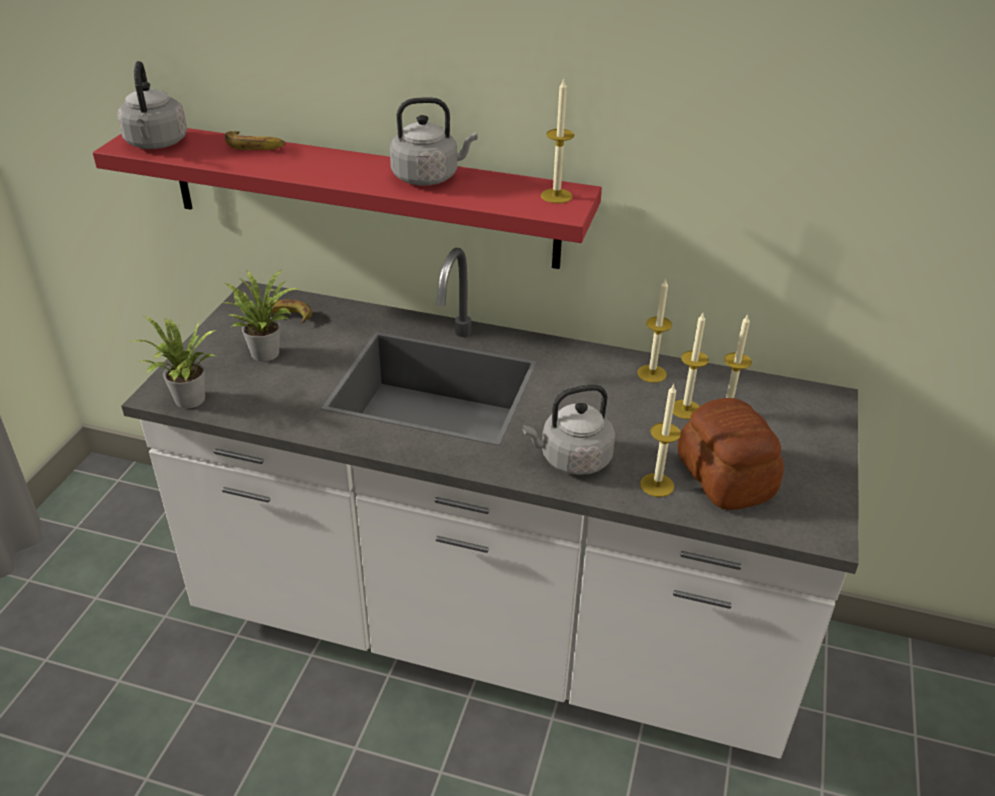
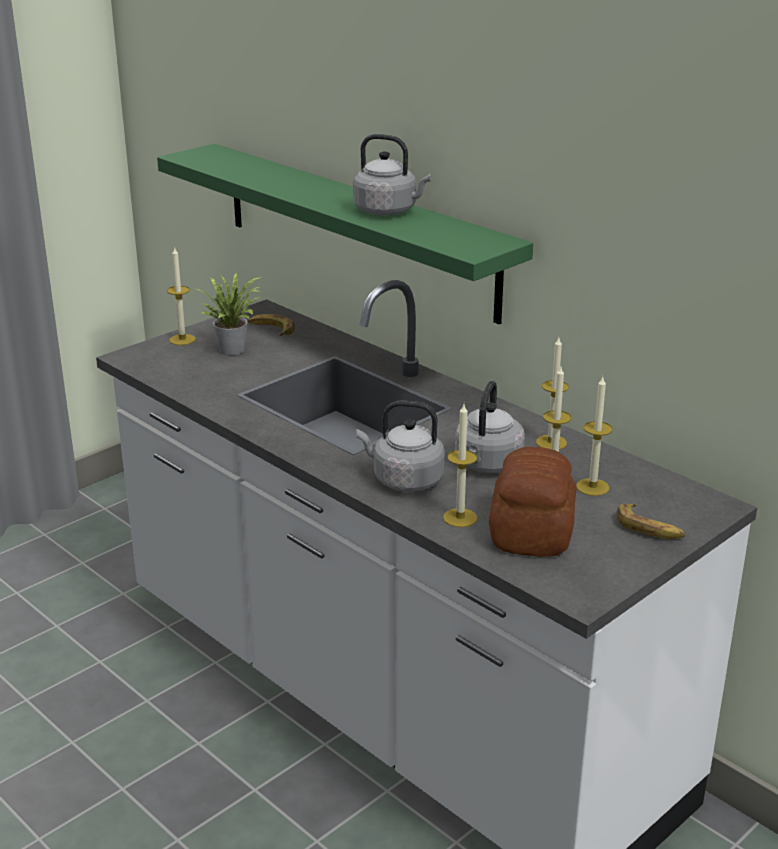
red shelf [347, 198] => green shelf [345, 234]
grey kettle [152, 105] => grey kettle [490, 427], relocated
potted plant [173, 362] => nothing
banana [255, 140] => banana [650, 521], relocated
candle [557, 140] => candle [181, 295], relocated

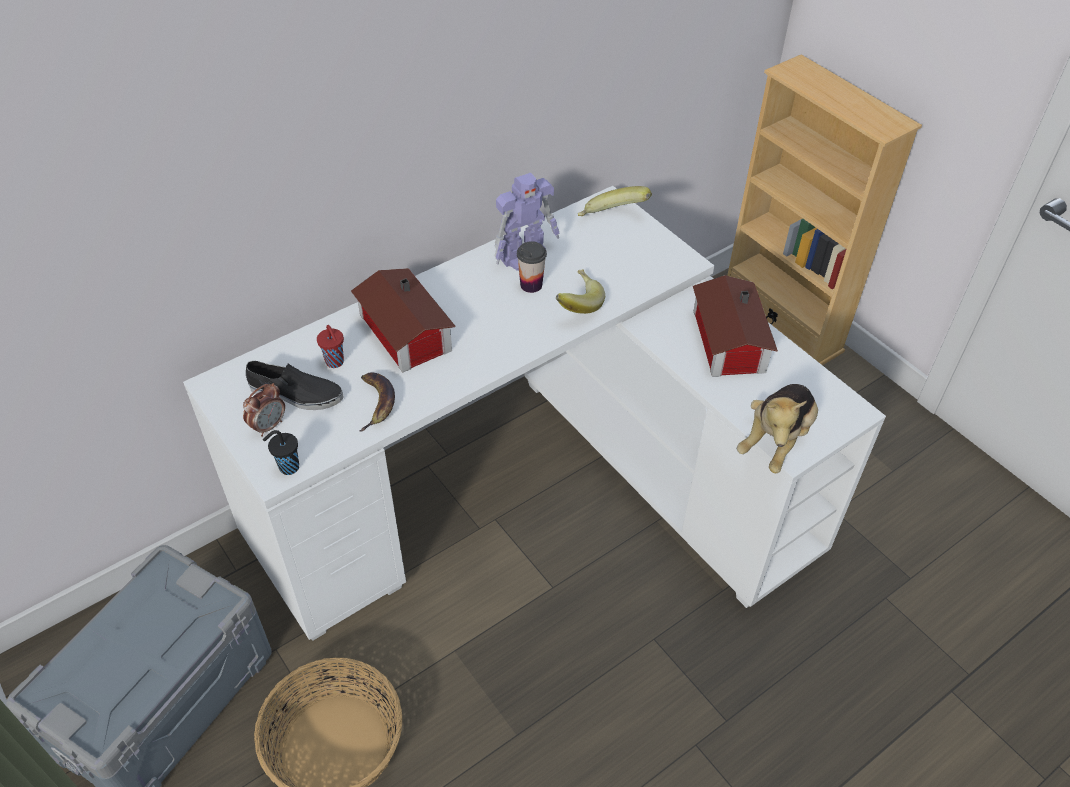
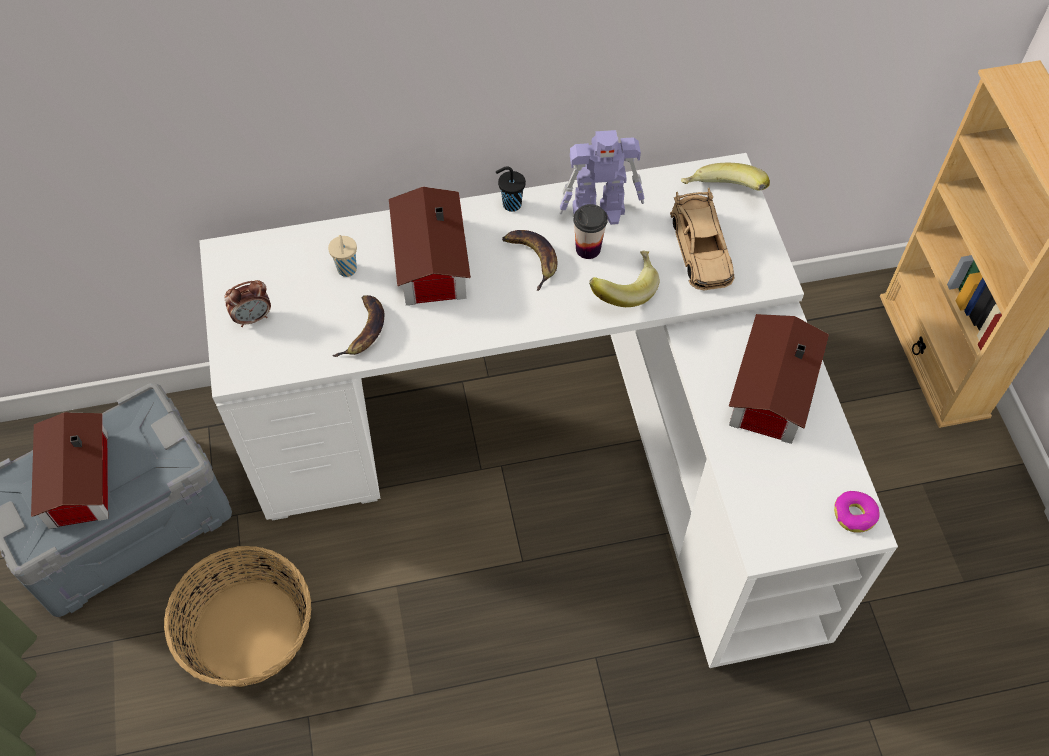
black shoe [295, 385] => nothing
black cup [281, 452] => black cup [511, 189], relocated
red cup [330, 346] => beige cup [342, 256]
plush toy [777, 428] => nothing
nothing => toy house [69, 470]
nothing => banana [529, 260]
nothing => beige toy car [702, 239]
nothing => donut [857, 512]

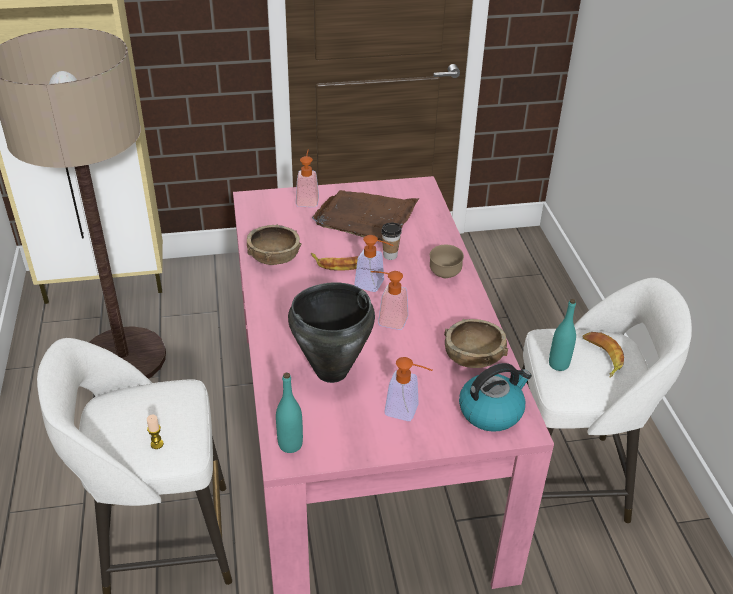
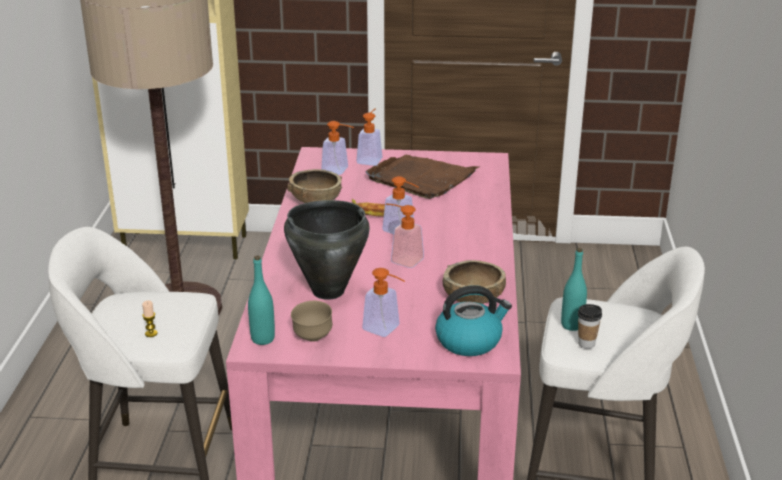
cup [391, 241] => cup [590, 326], relocated
brown bowl [447, 261] => brown bowl [311, 321], relocated
banana [603, 355] => nothing
nothing => soap dispenser [337, 148]

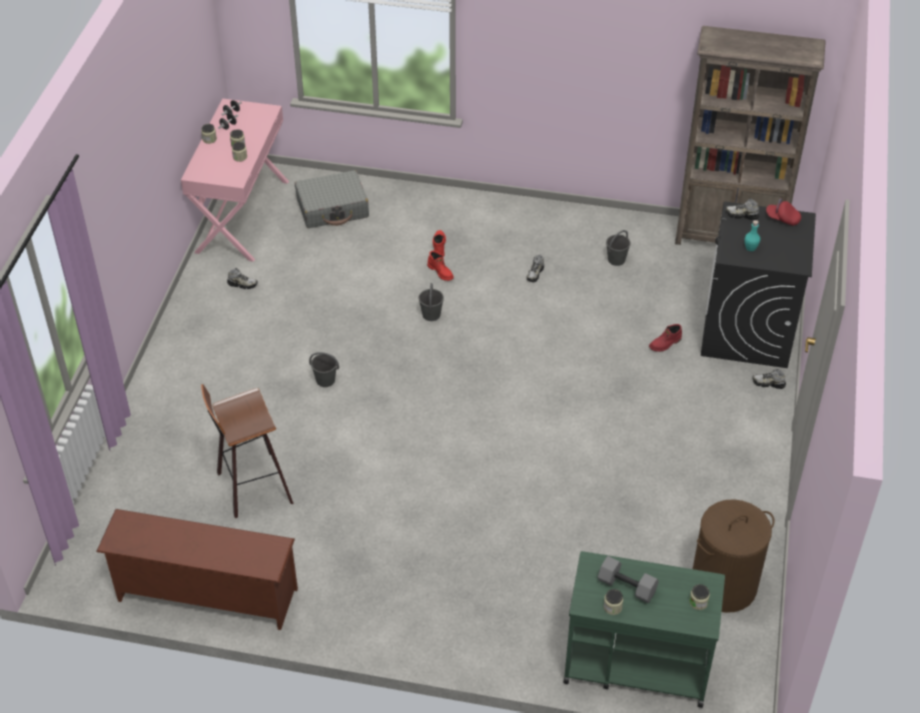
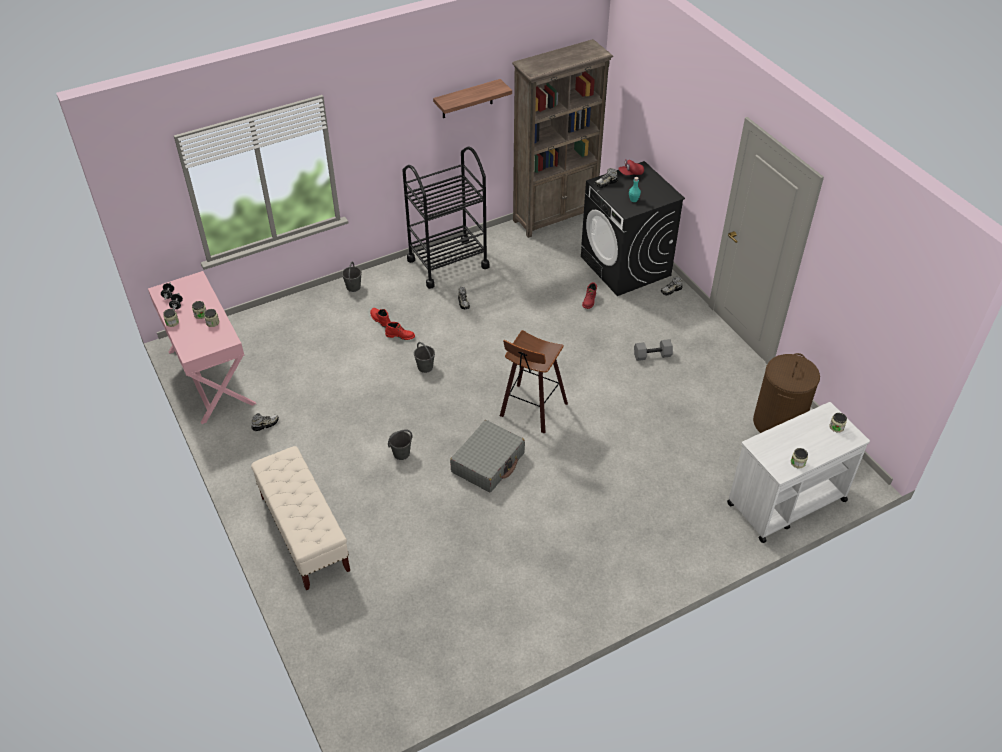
brown shoe rack [197, 569] => nothing
stool [247, 451] => stool [534, 382], relocated
grey suitcase [332, 199] => grey suitcase [487, 456], relocated
green cart [644, 629] => white cart [798, 472]
grey dumbbell [628, 579] => grey dumbbell [653, 350], relocated
grey bucket [618, 248] => grey bucket [352, 277], relocated
nothing => beige bench [300, 518]
nothing => black cart [446, 218]
nothing => shelf [472, 98]

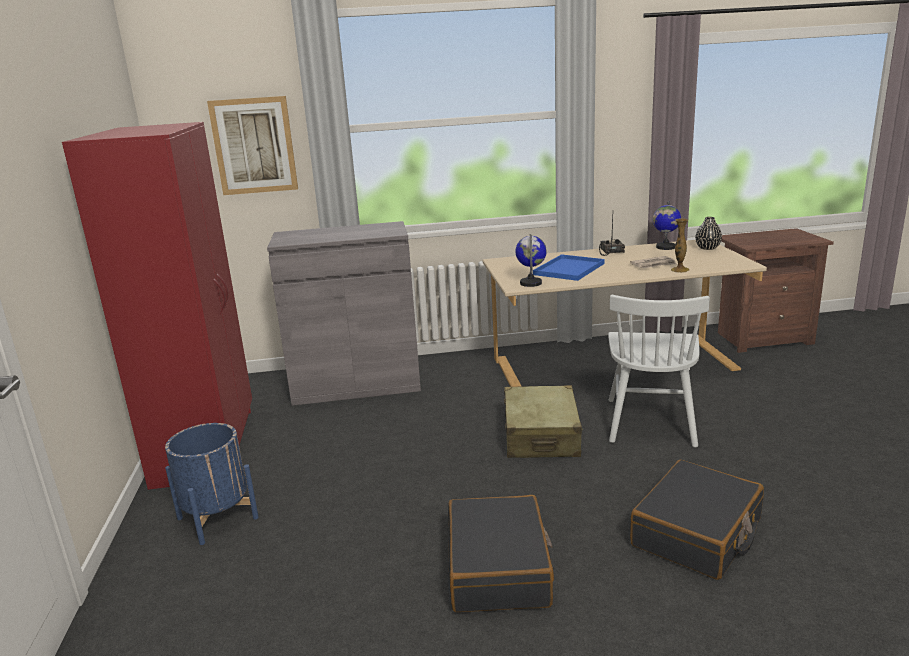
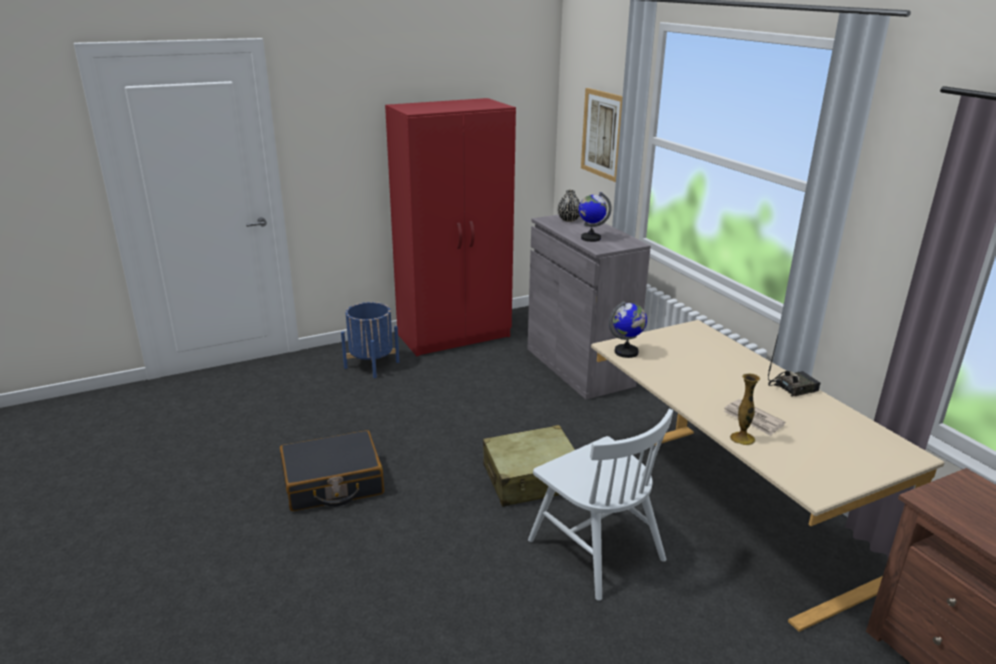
blue tray [569, 267] => nothing
white chair [659, 371] => white chair [600, 505], 120 degrees counterclockwise
black suitcase [697, 520] => nothing
globe [667, 225] => globe [595, 217], relocated
black vase [708, 233] => black vase [569, 206], relocated

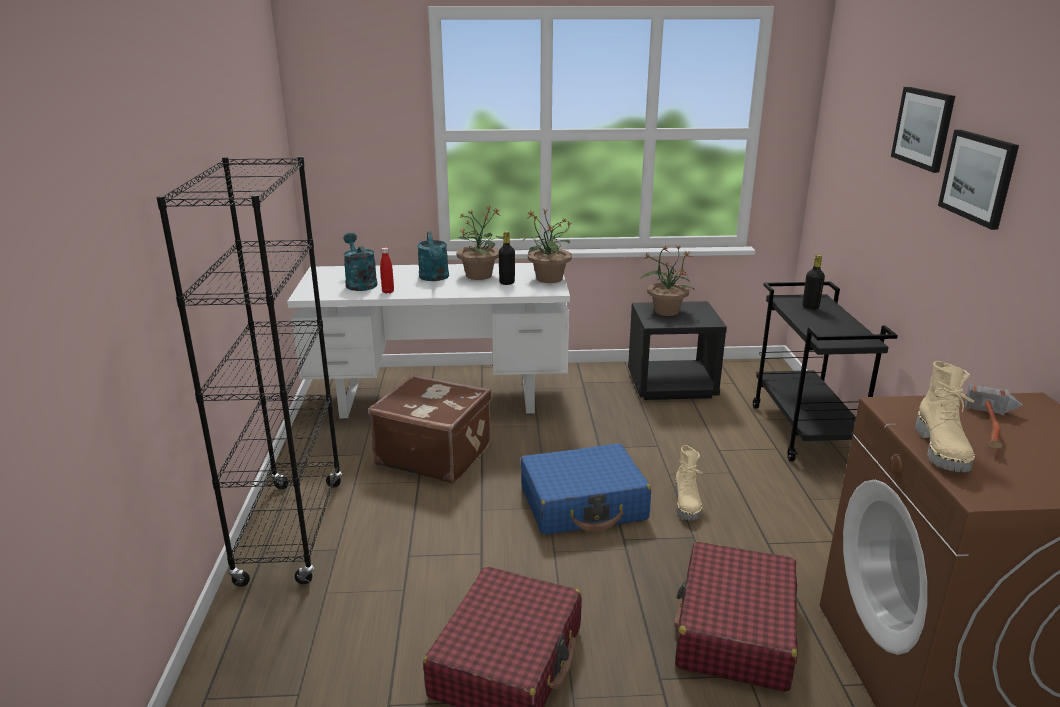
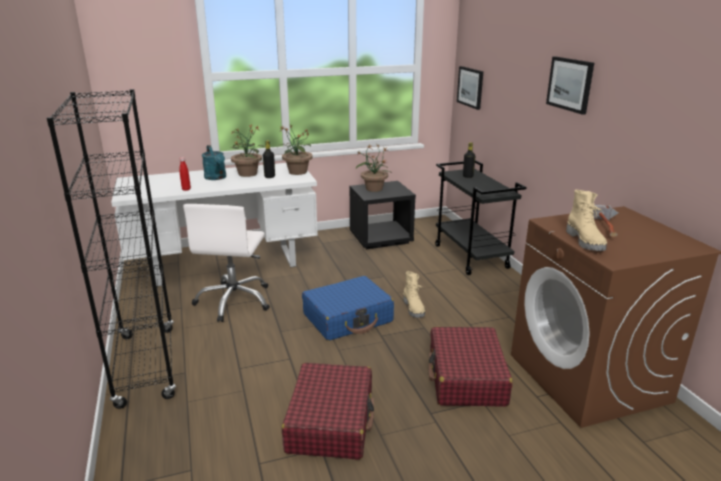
turquoise watering can [360, 262] => nothing
brown suitcase [430, 428] => white office chair [226, 263]
picture [923, 130] => picture [470, 88], relocated

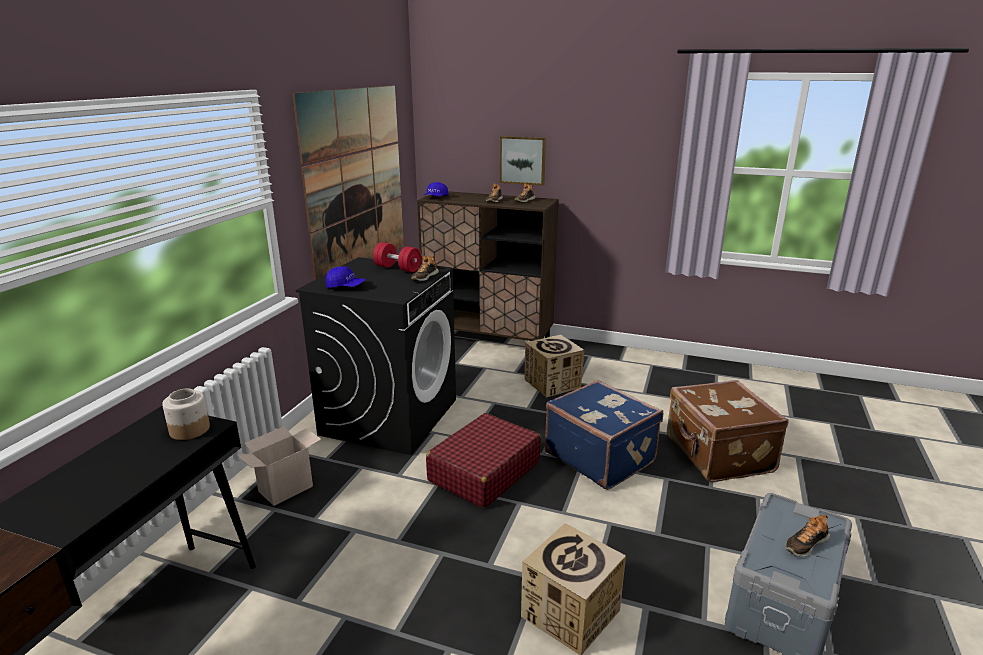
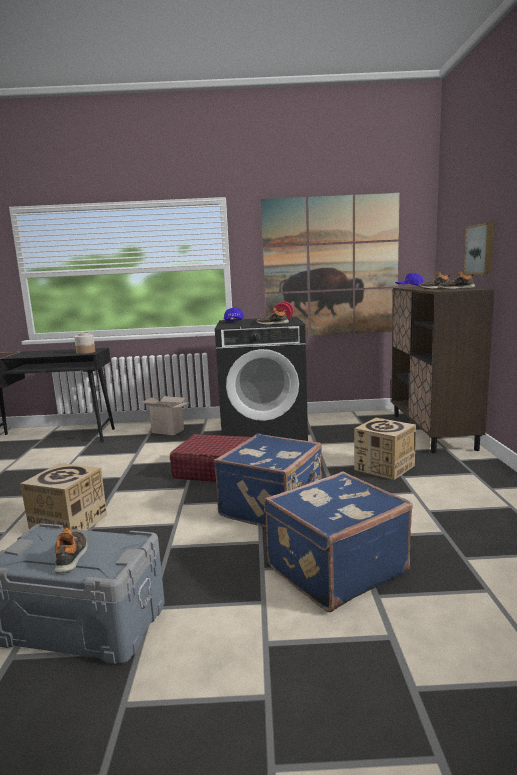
brown suitcase [727, 431] => blue suitcase [338, 541]
shoe [807, 536] => shoe [71, 550], 45 degrees clockwise

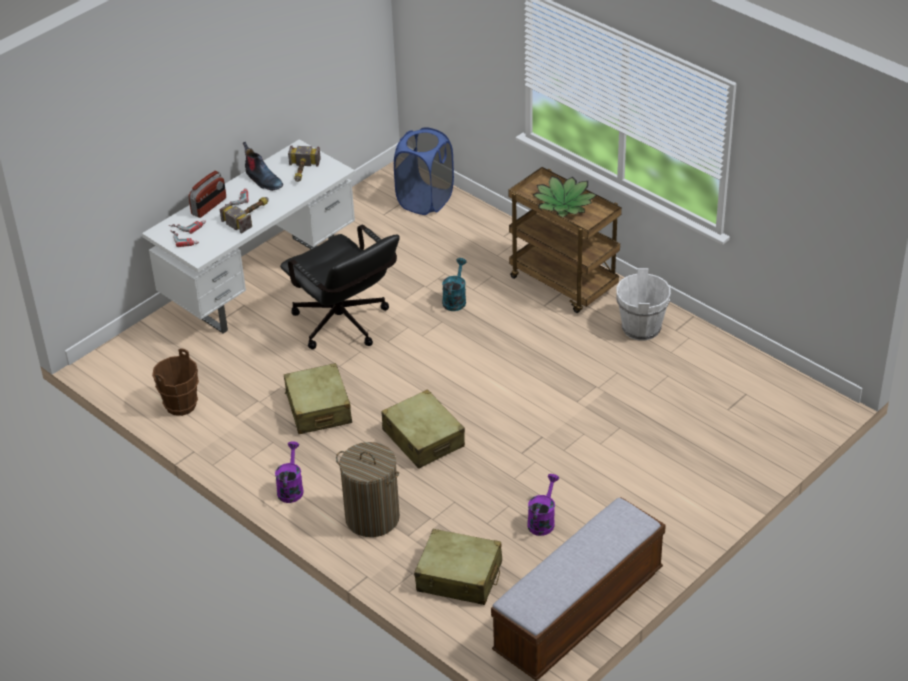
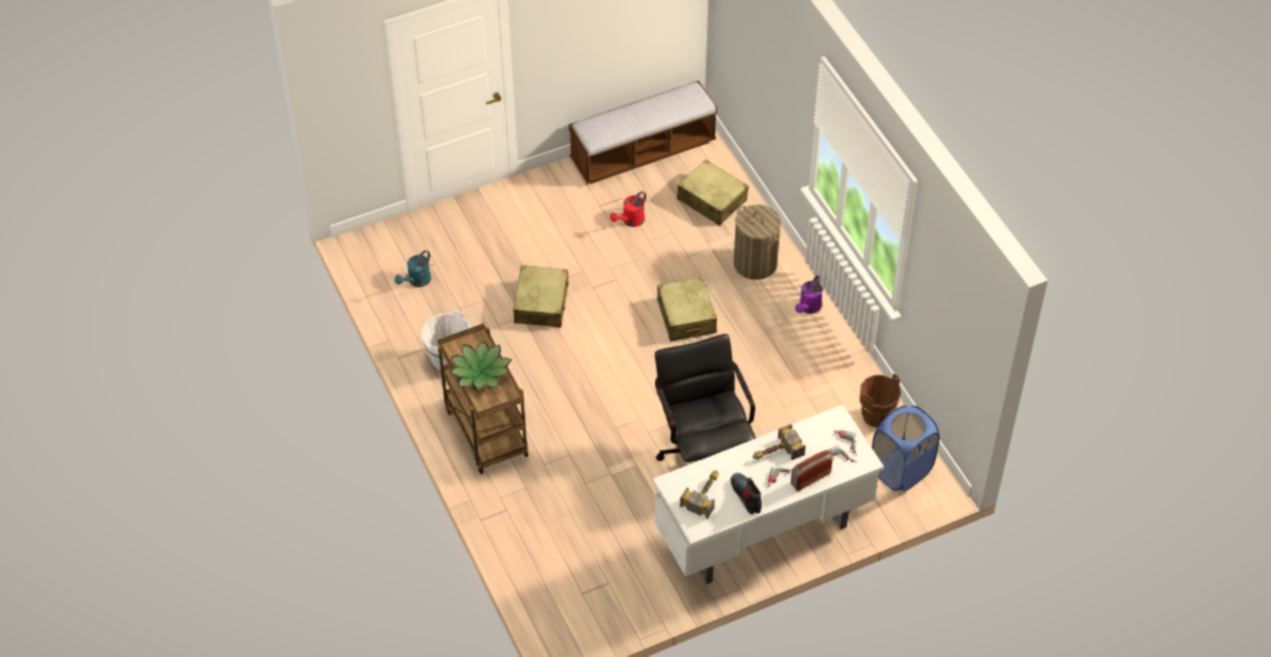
beige suitcase [318, 398] => beige suitcase [541, 296], relocated
blue laundry basket [424, 171] => blue laundry basket [906, 448], relocated
turquoise watering can [454, 284] => turquoise watering can [413, 268], relocated
purple watering can [543, 505] => red watering can [628, 209]

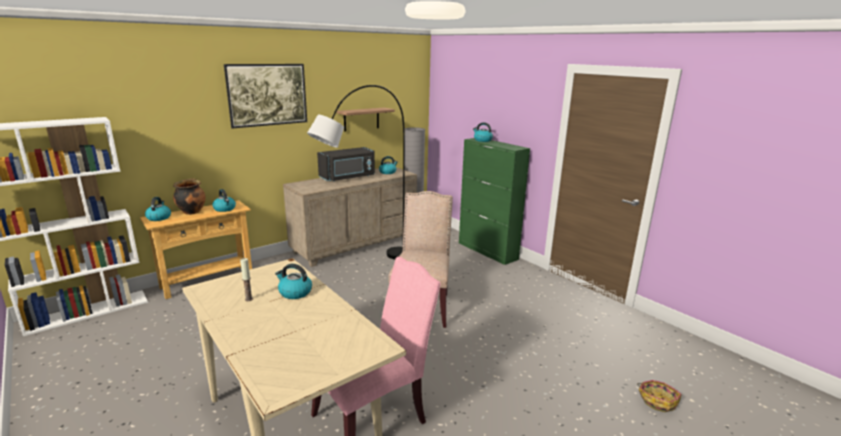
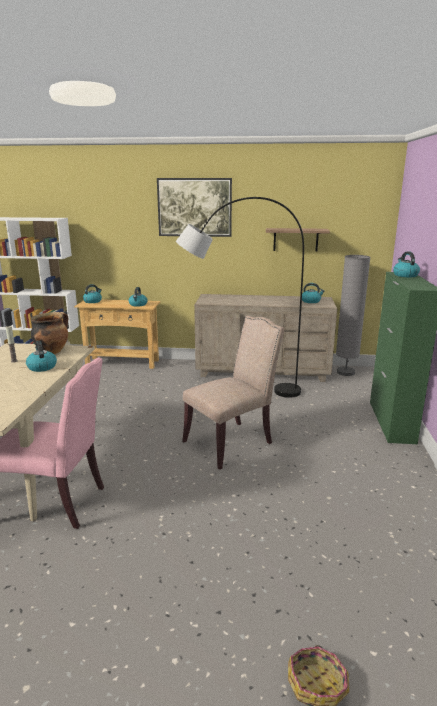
cooking pot [189, 196] => cooking pot [49, 333], relocated
black microwave [346, 164] => nothing

